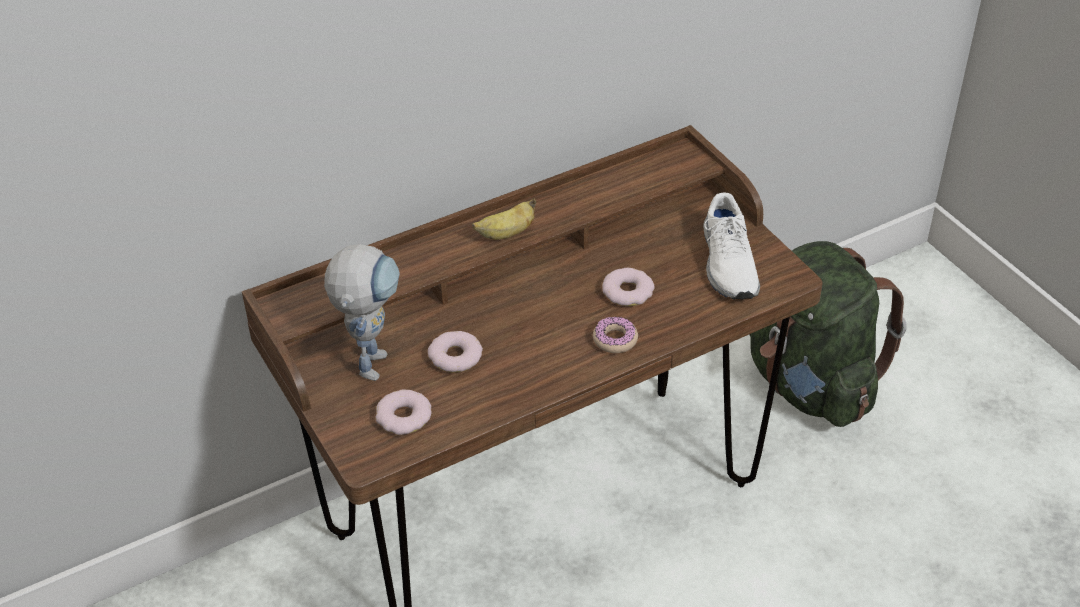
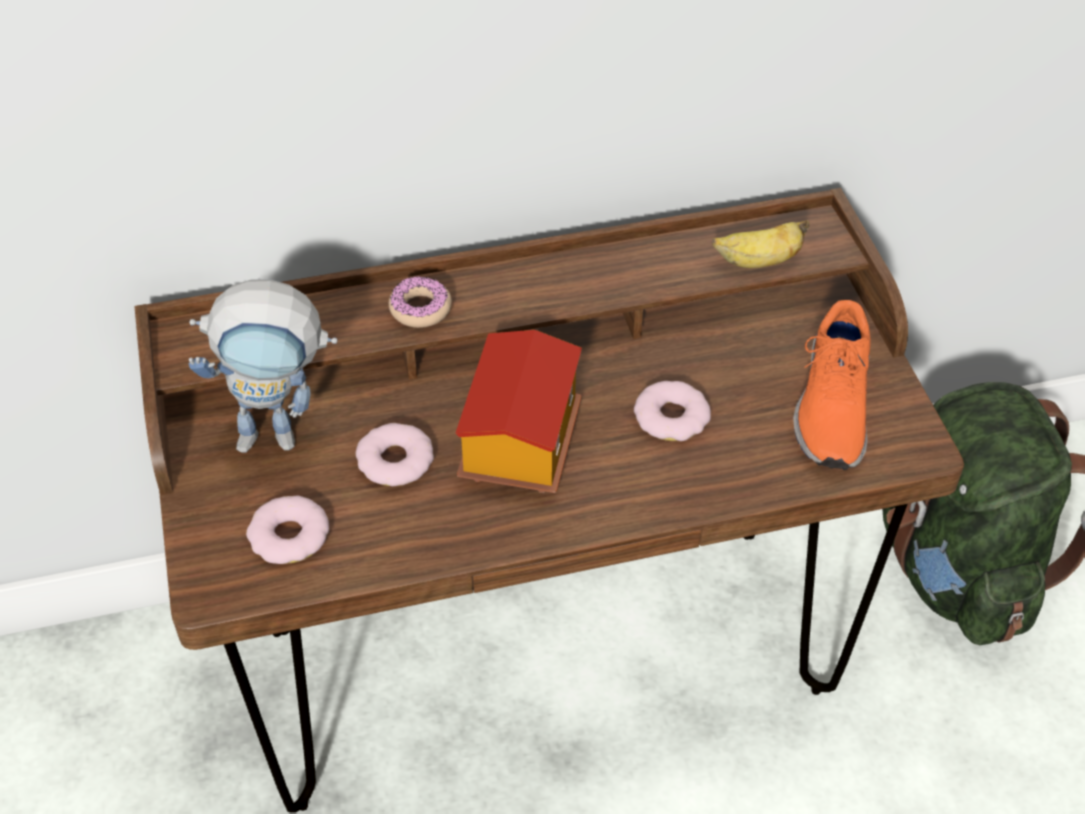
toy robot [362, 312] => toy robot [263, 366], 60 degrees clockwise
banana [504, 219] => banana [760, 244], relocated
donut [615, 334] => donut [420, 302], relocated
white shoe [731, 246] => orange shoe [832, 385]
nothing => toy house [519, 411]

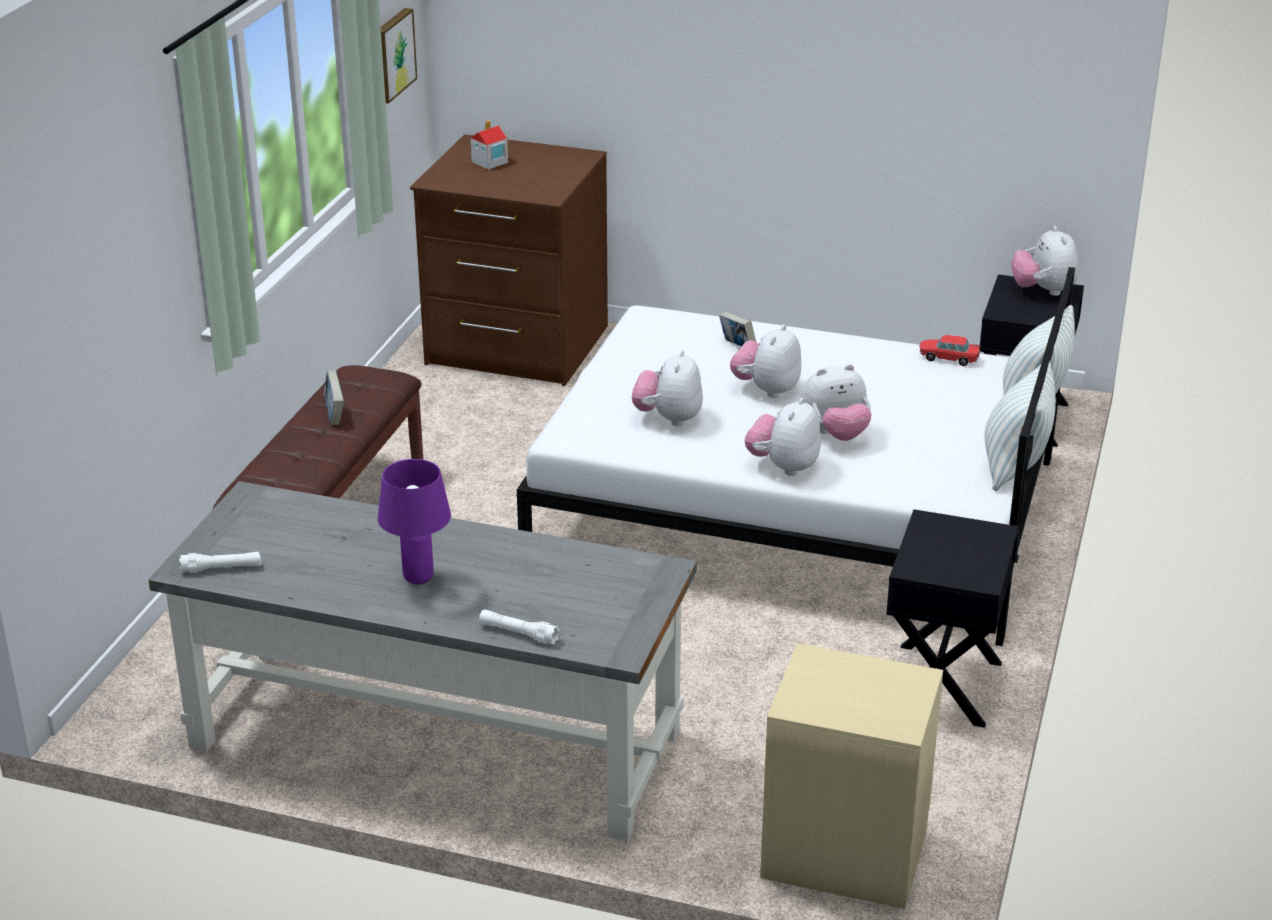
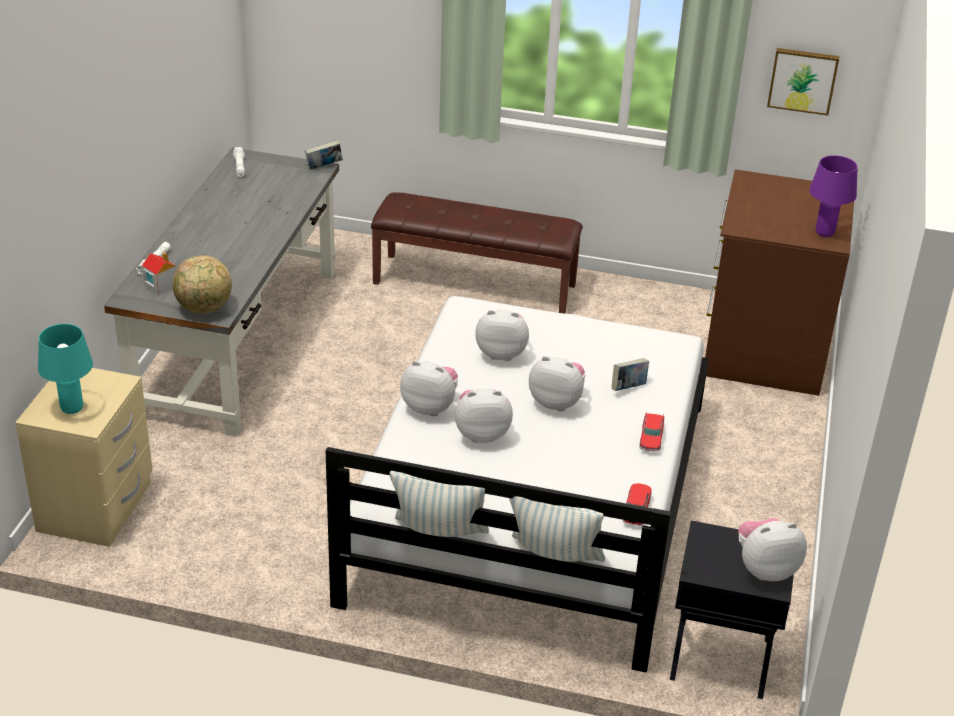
book [334, 398] => book [324, 155], relocated
purple table lamp [414, 521] => purple table lamp [833, 196], relocated
toy house [489, 145] => toy house [159, 273], relocated
plush toy [836, 402] => plush toy [484, 416], 105 degrees clockwise
black nightstand [952, 618] => nothing
nothing => turquoise table lamp [65, 369]
nothing => globe [202, 284]
nothing => toy car [652, 432]

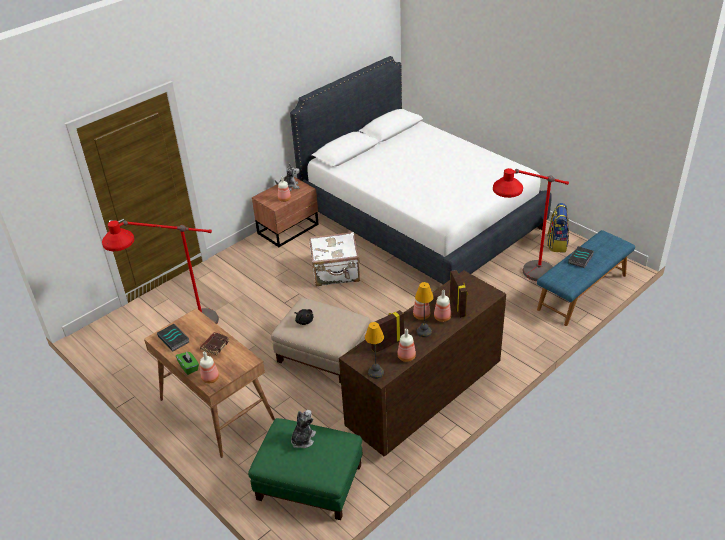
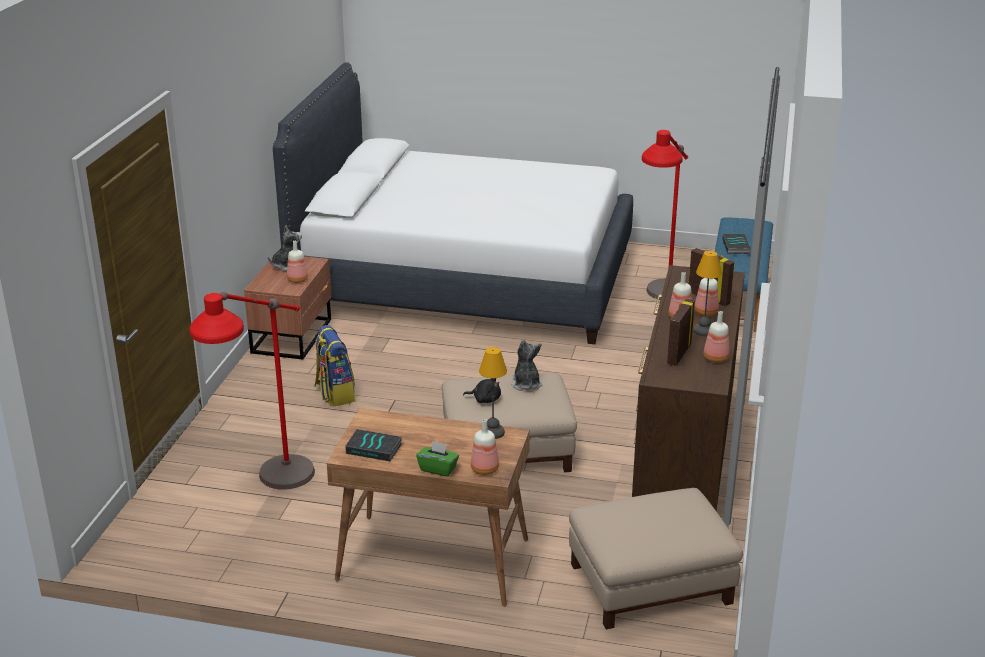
brown book [215, 343] => nothing
green ottoman [305, 469] => beige ottoman [656, 558]
plush toy [303, 429] => plush toy [526, 365], relocated
white suitcase [334, 259] => nothing
table lamp [374, 350] => table lamp [493, 393], relocated
backpack [558, 227] => backpack [335, 365], relocated

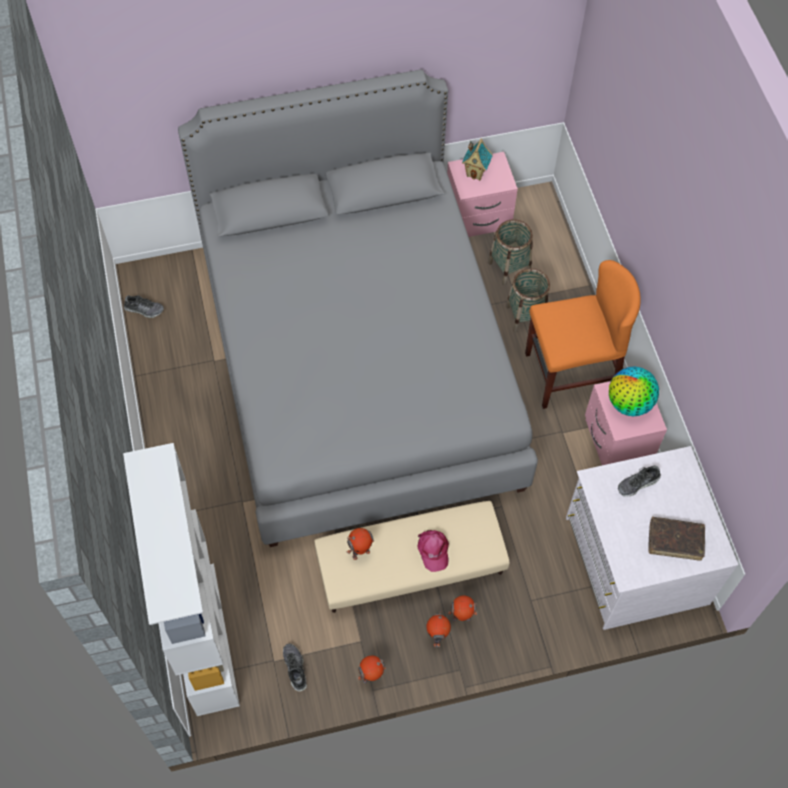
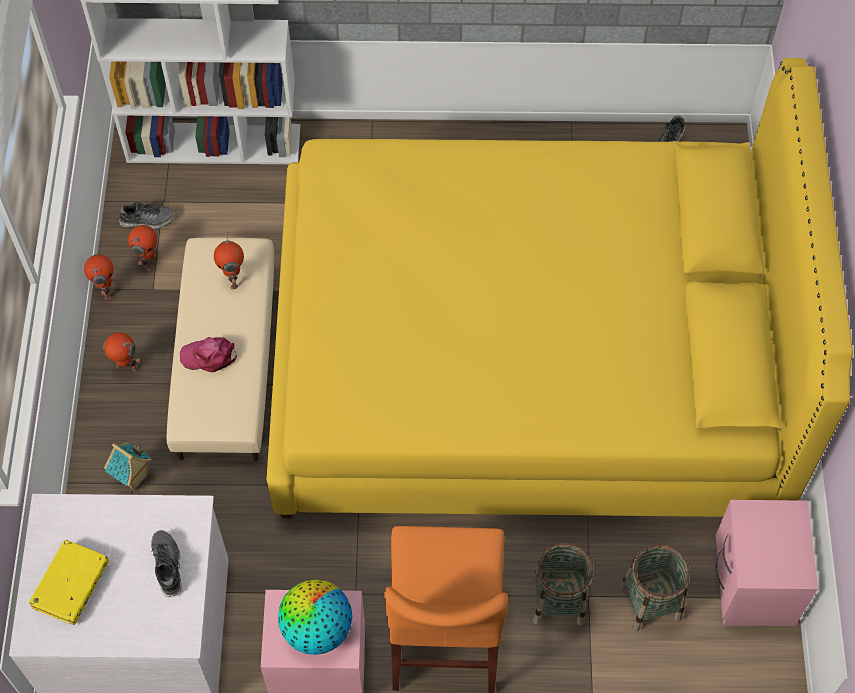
grey bed [358, 308] => yellow bed [559, 288]
toy robot [463, 608] => toy robot [142, 248], relocated
toy house [477, 159] => toy house [128, 466], relocated
brown book [676, 538] => yellow book [69, 582]

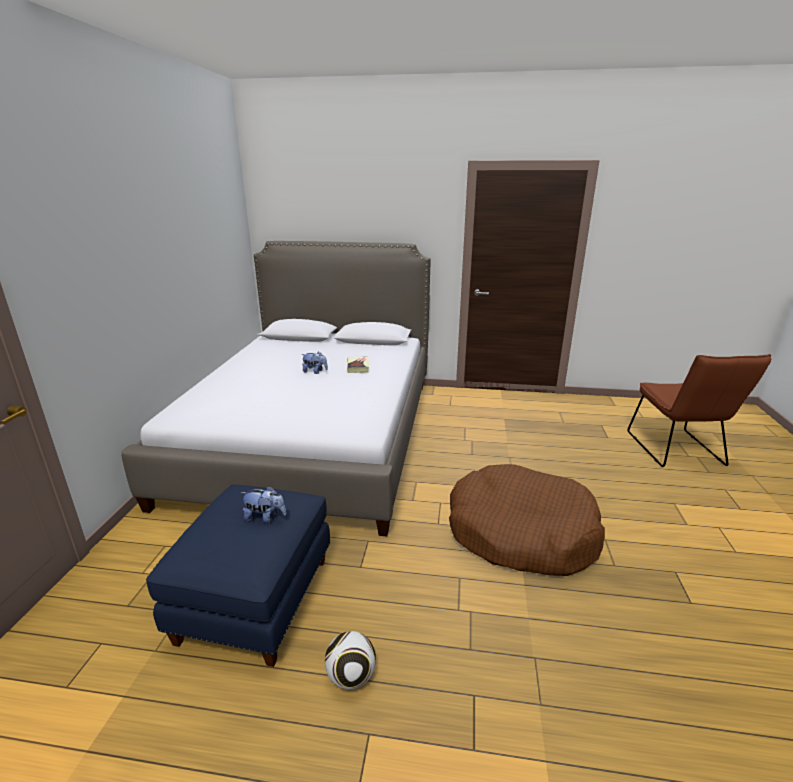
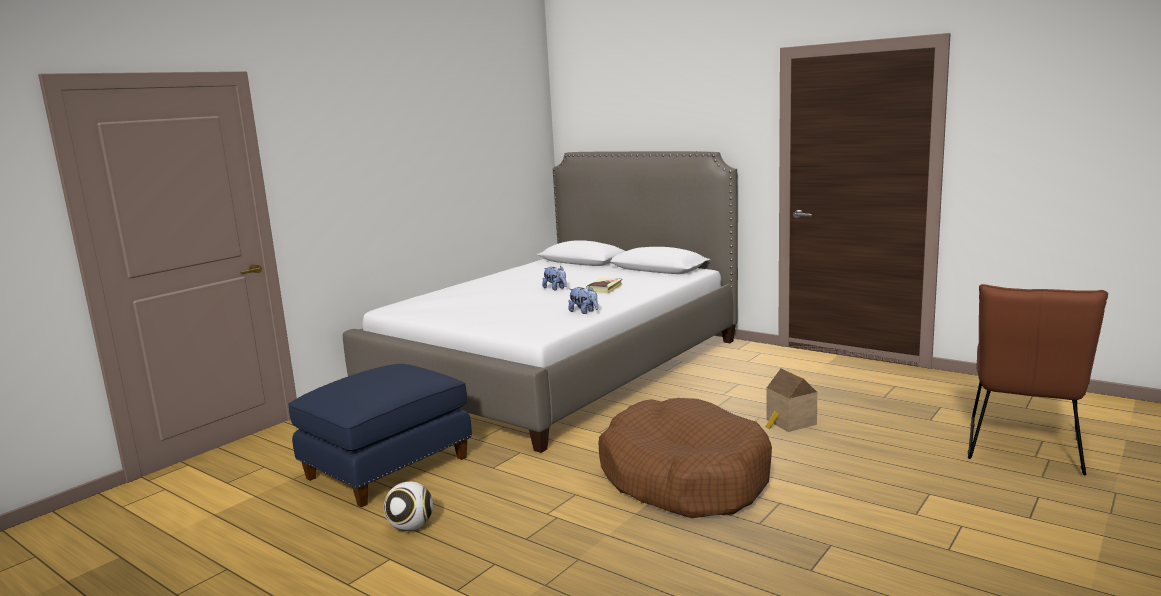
plush toy [263, 504] => plush toy [583, 300], relocated
nothing => toy house [791, 400]

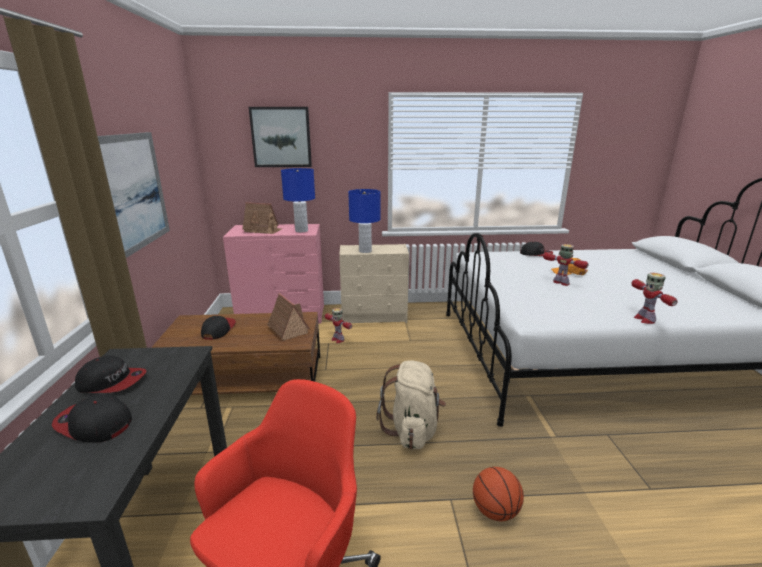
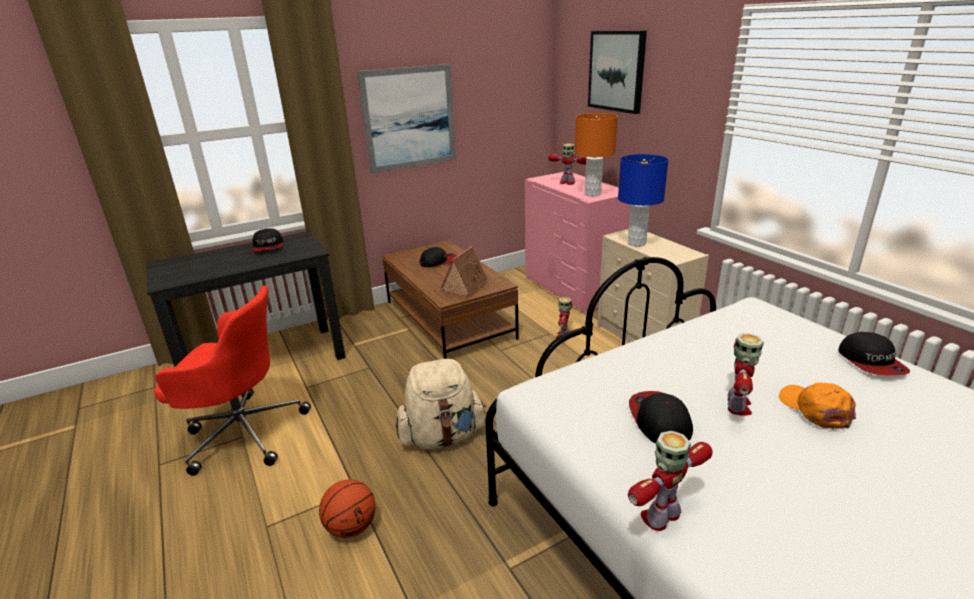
cap [92, 418] => cap [661, 417], relocated
toy house [262, 218] => toy robot [567, 164]
blue table lamp [298, 200] => orange table lamp [596, 154]

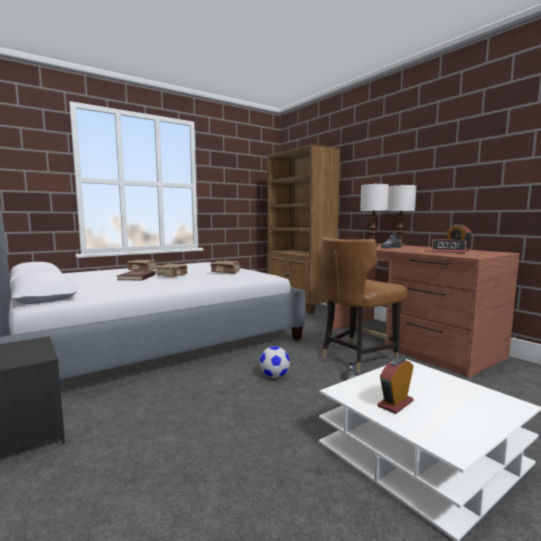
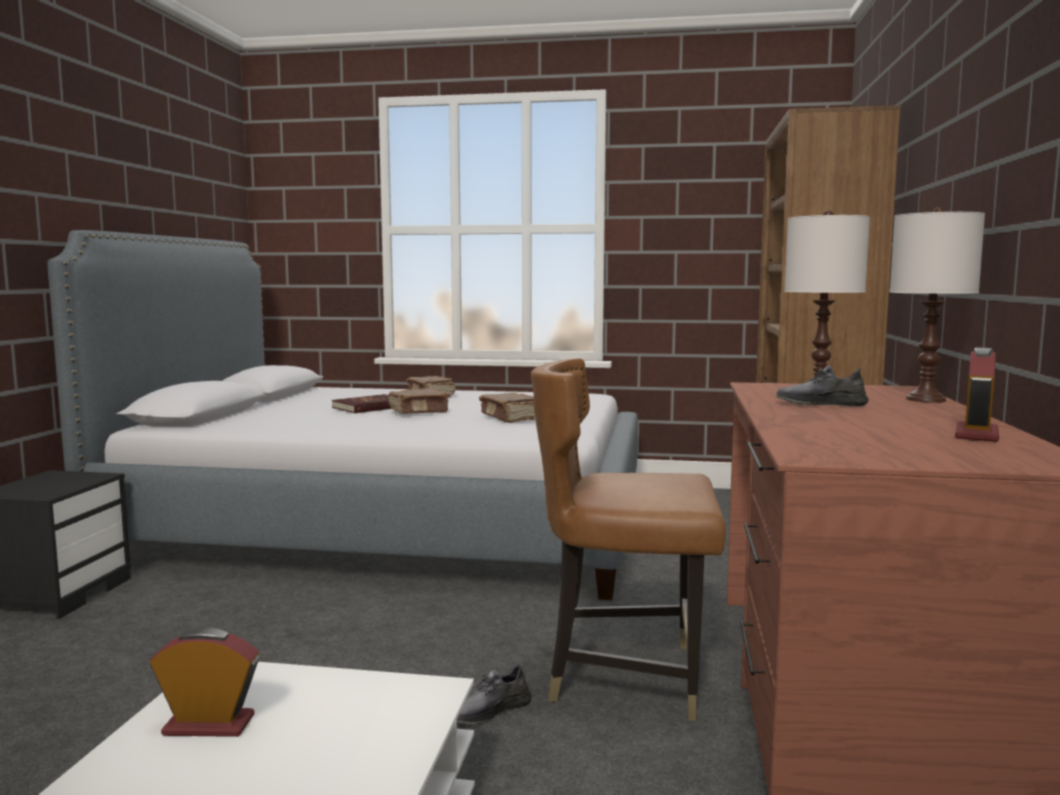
football [274, 362] => nothing
alarm clock [449, 246] => nothing

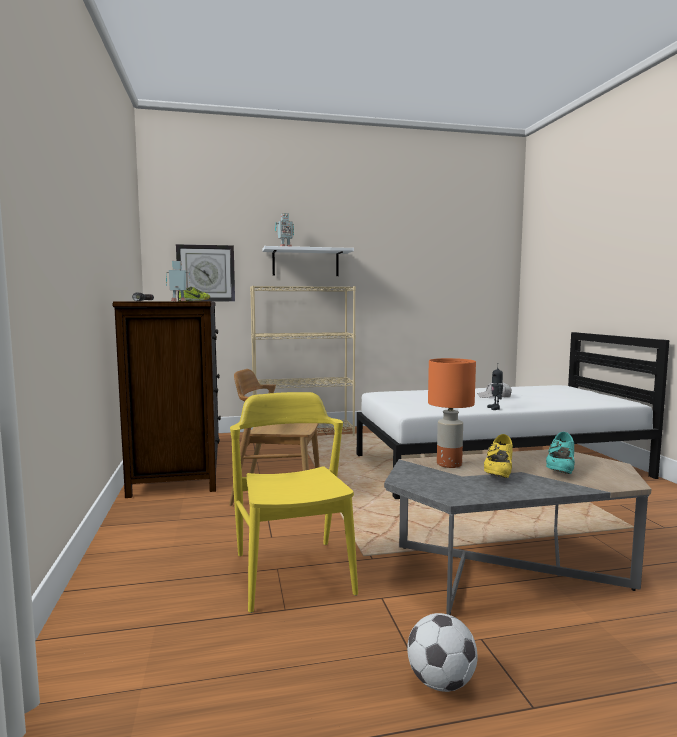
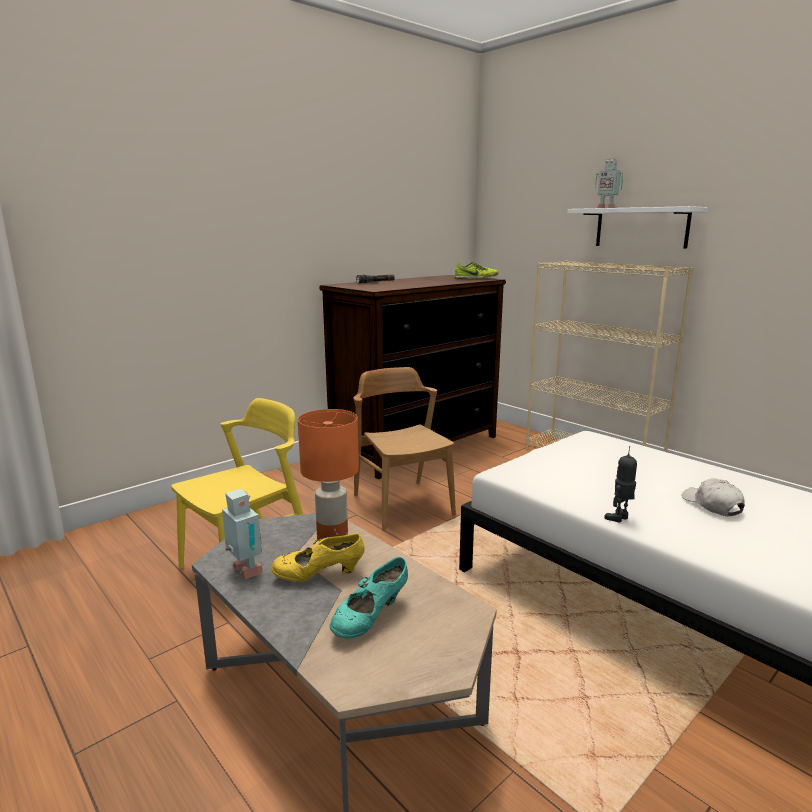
toy robot [178, 281] => toy robot [242, 534], relocated
wall clock [205, 273] => nothing
football [442, 652] => nothing
turquoise shoe [560, 453] => turquoise shoe [369, 598], 45 degrees counterclockwise

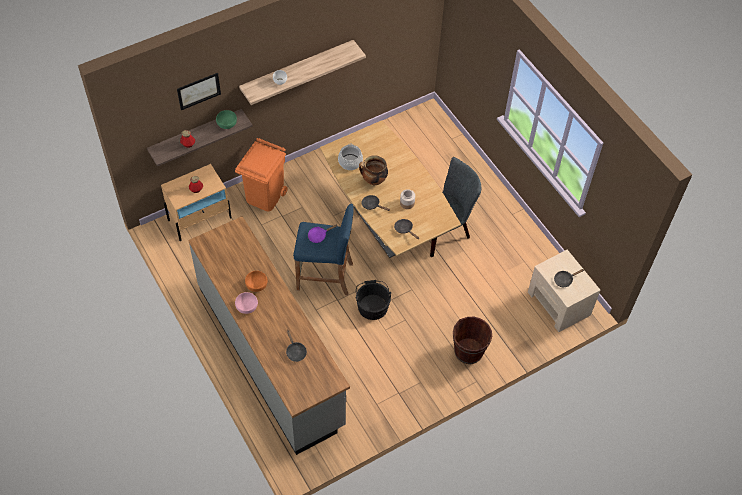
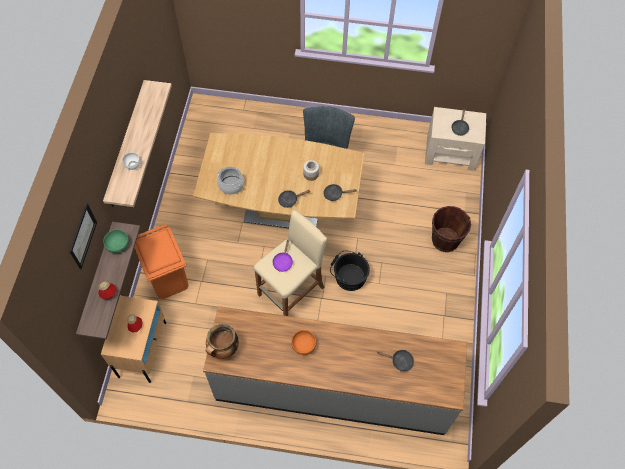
pink bowl [246, 303] => nothing
blue stool [323, 249] => beige stool [290, 263]
cooking pot [373, 170] => cooking pot [222, 341], relocated

